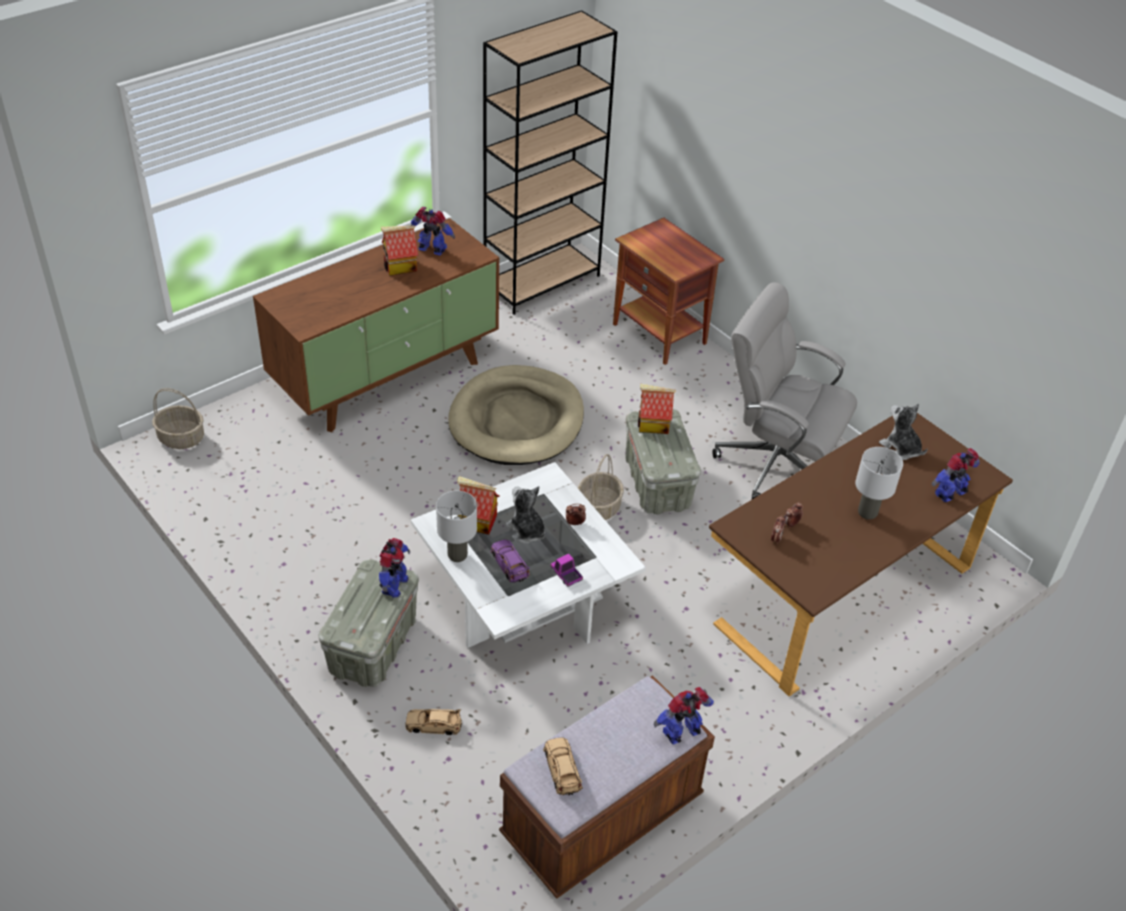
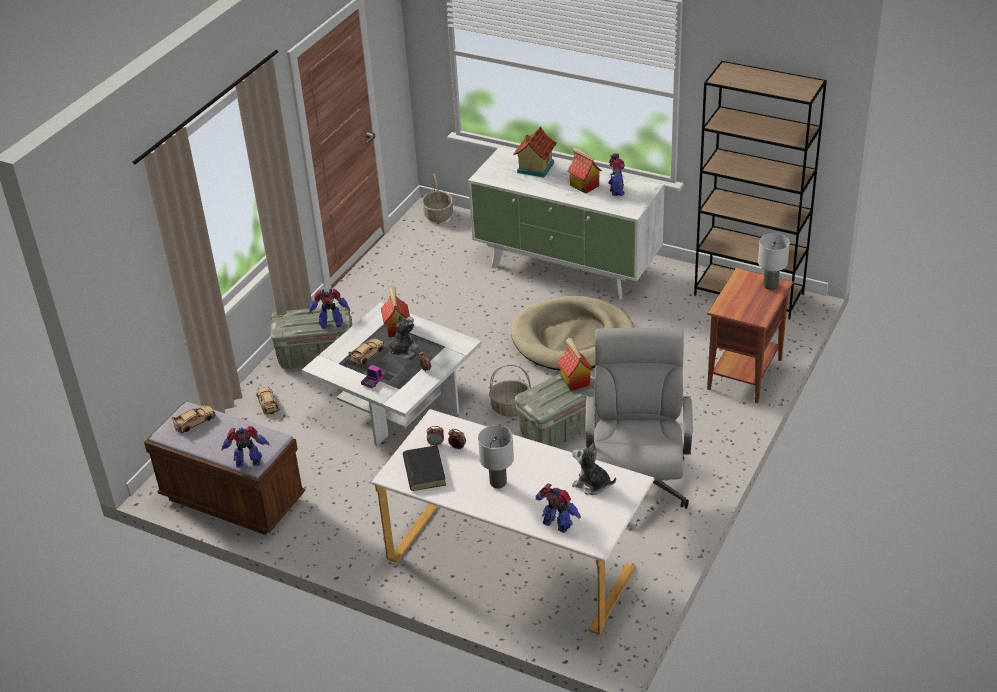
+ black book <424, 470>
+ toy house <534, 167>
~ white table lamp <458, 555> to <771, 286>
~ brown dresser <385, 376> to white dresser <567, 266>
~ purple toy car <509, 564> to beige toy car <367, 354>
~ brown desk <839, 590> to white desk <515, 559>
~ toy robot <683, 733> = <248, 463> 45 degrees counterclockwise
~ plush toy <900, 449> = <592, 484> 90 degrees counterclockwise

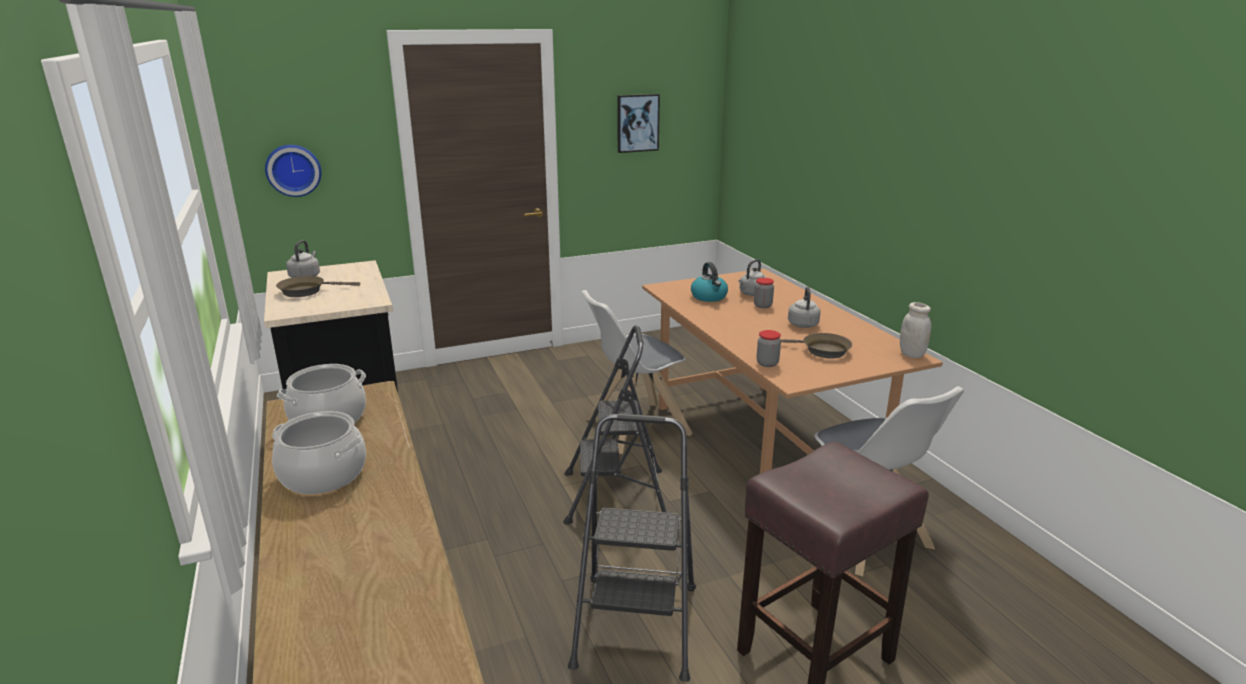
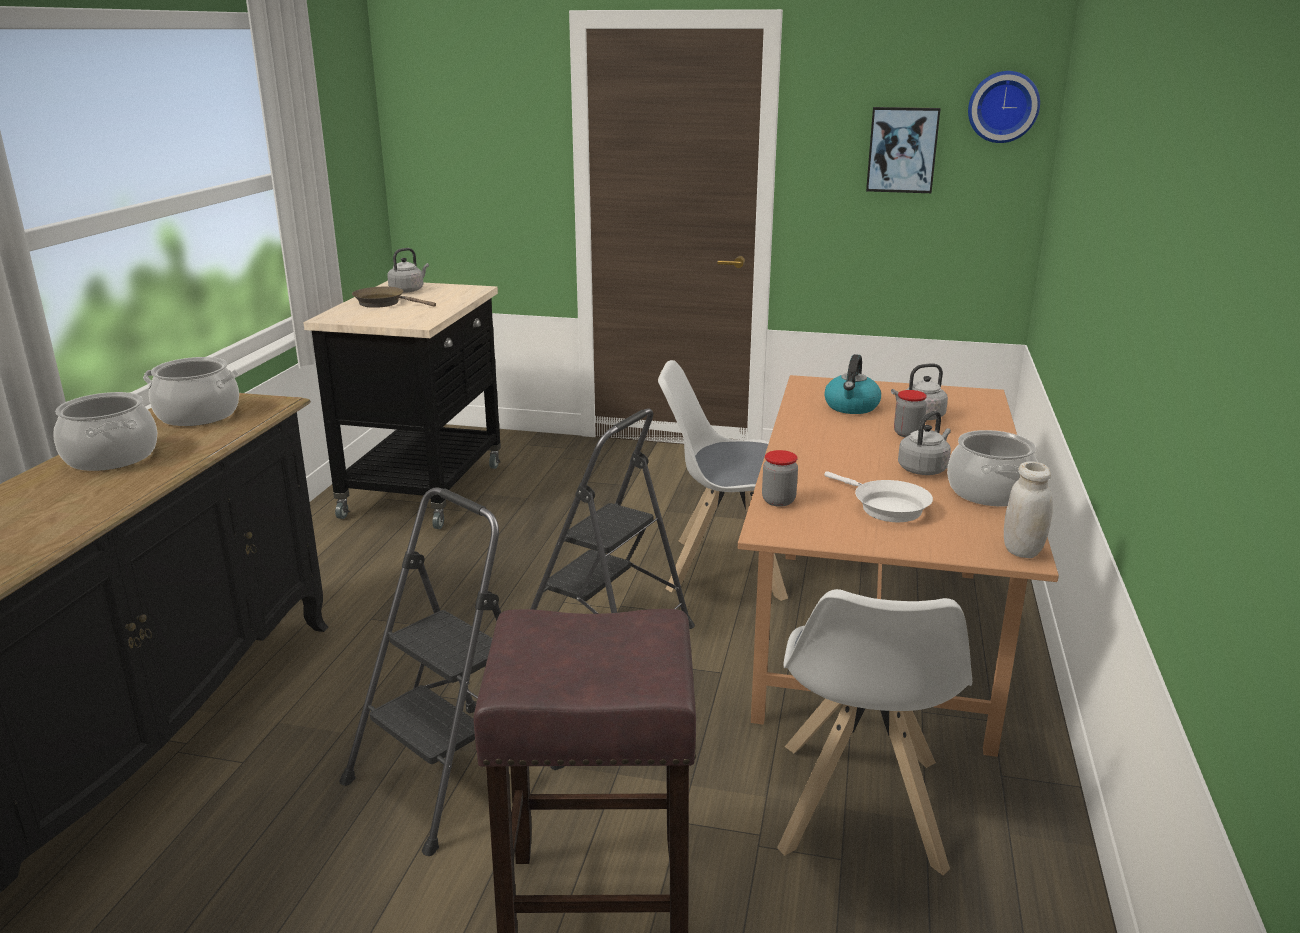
+ cooking pot <990, 492>
~ wall clock <293, 170> to <1003, 106>
~ brown frying pan <821, 350> to white frying pan <885, 507>

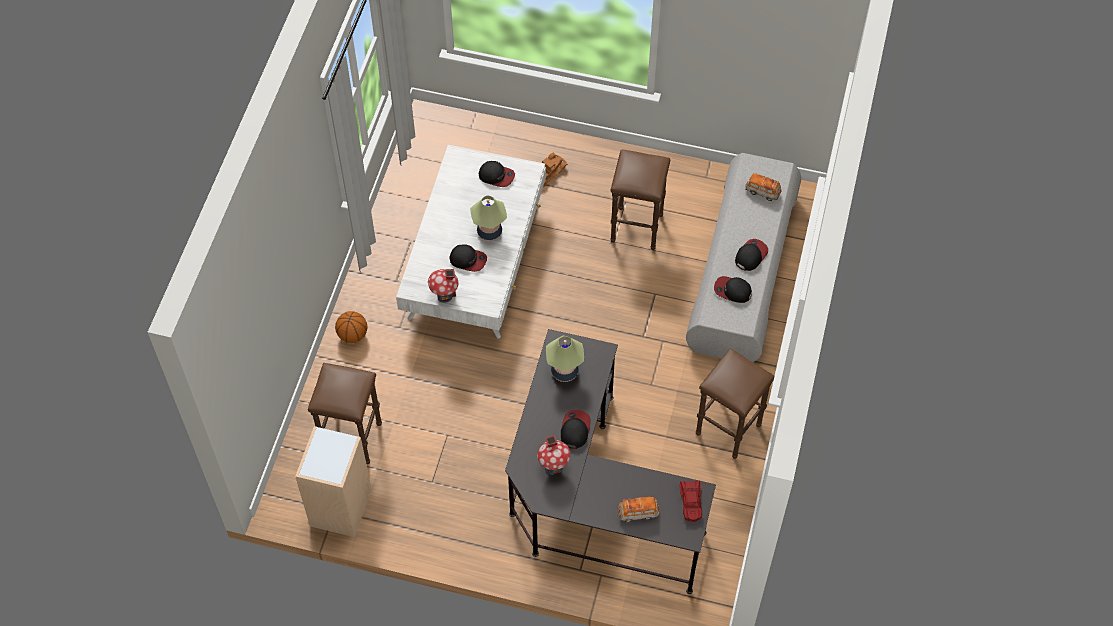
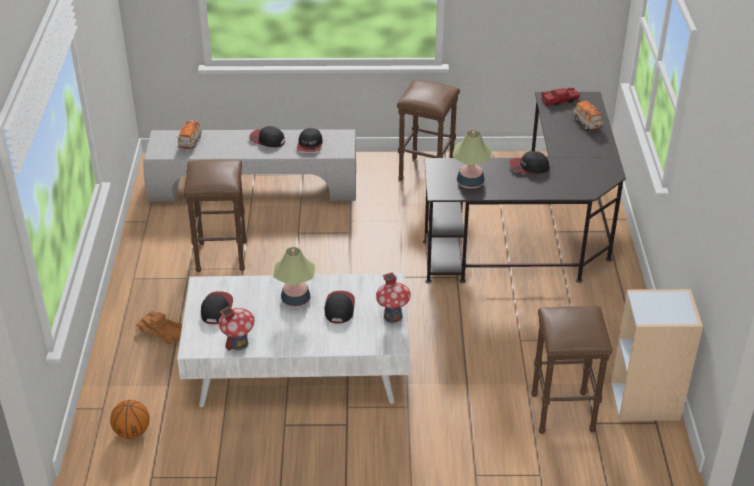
~ basketball <352, 335> to <132, 432>
~ toy house <553, 467> to <238, 343>

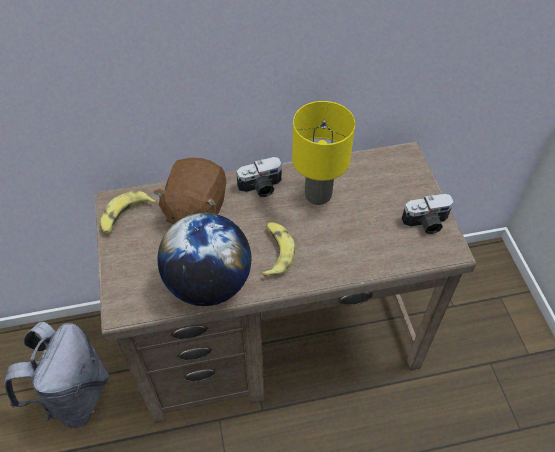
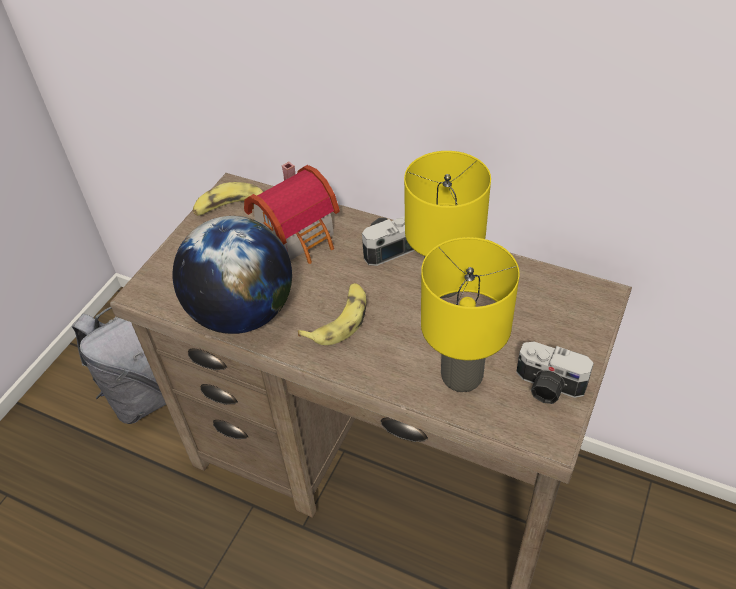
+ yellow table lamp <461, 375>
~ brown plush toy <195, 210> to toy house <300, 235>
~ photo camera <261, 188> = <388, 246> 135 degrees clockwise

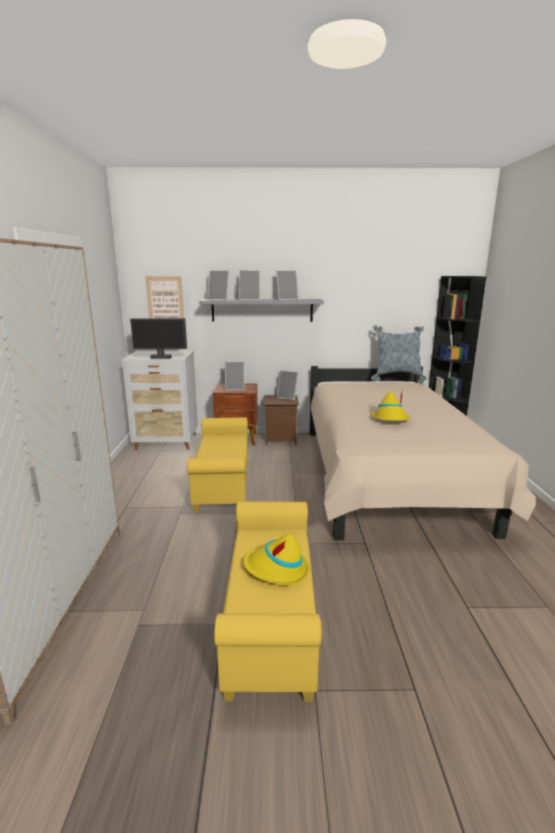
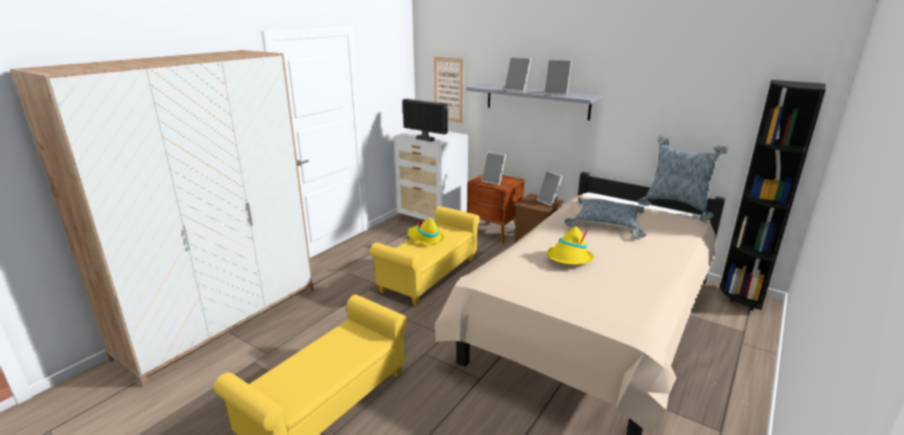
- picture frame <219, 300>
+ pillow <606, 221>
~ yellow hat <276, 569> to <425, 238>

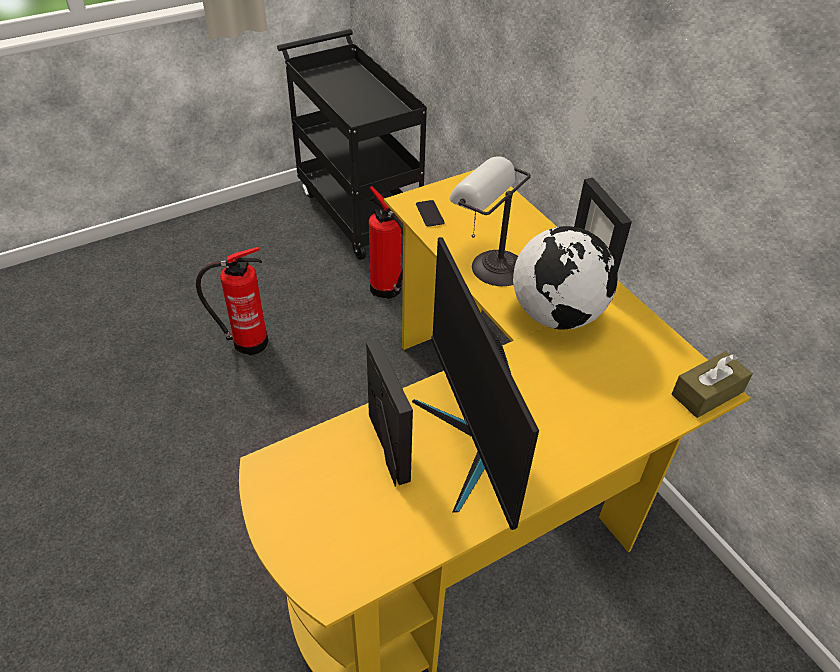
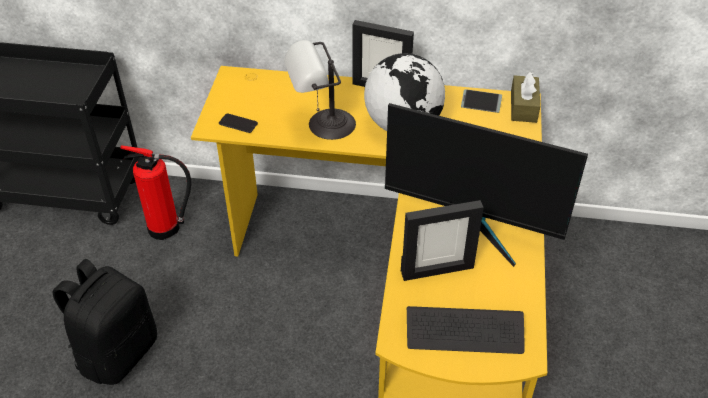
+ keyboard <464, 331>
+ phone <481, 104>
~ fire extinguisher <247, 342> to black backpack <117, 352>
~ picture frame <387, 448> = <437, 269> 150 degrees clockwise

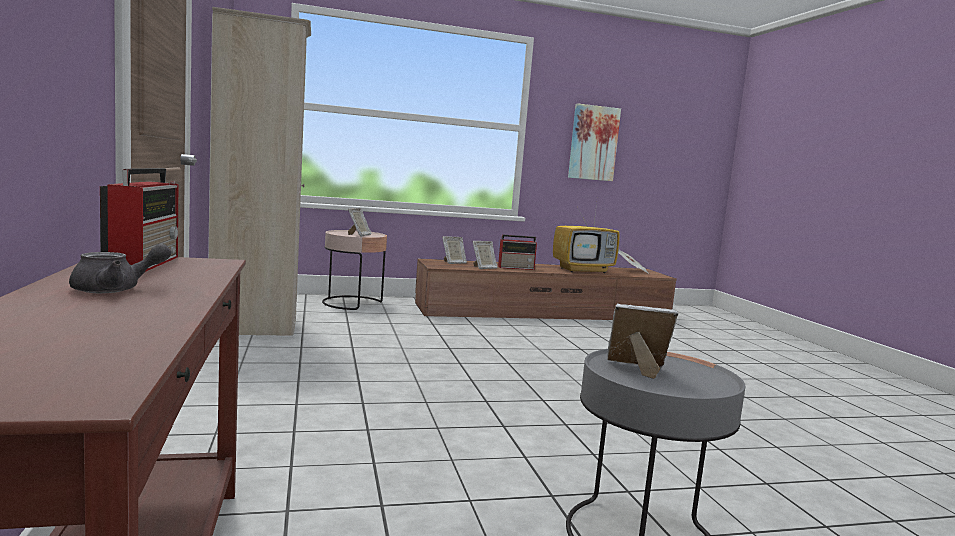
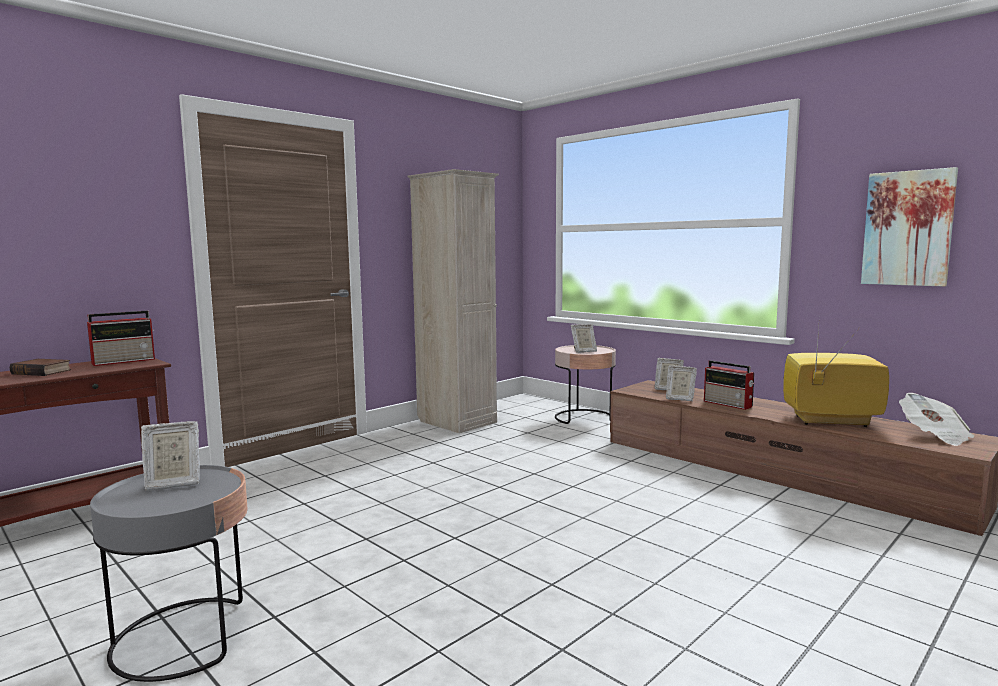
~ grey teapot <116, 289> to book <43, 372>
~ television <583, 270> = <829, 421> 150 degrees clockwise
~ picture frame <636, 370> = <172, 483> 90 degrees clockwise

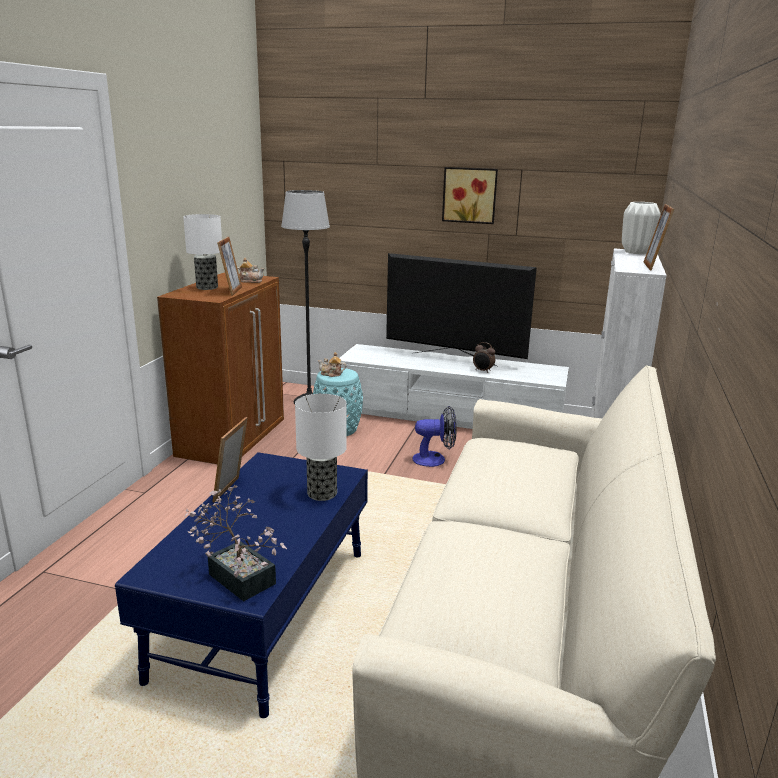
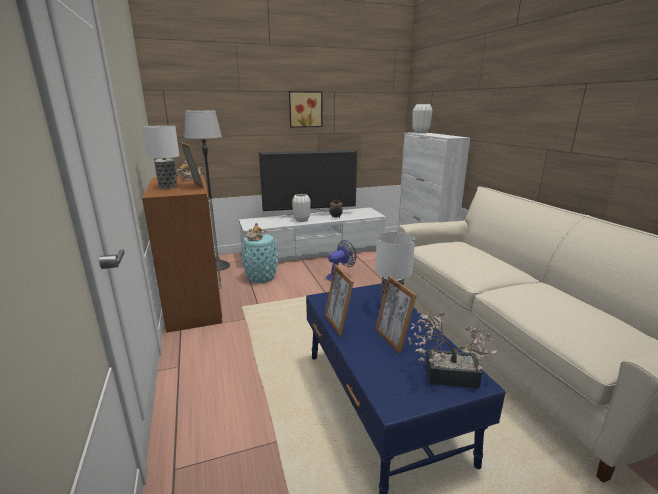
+ white vase <301, 220>
~ picture frame <653, 266> to <392, 339>

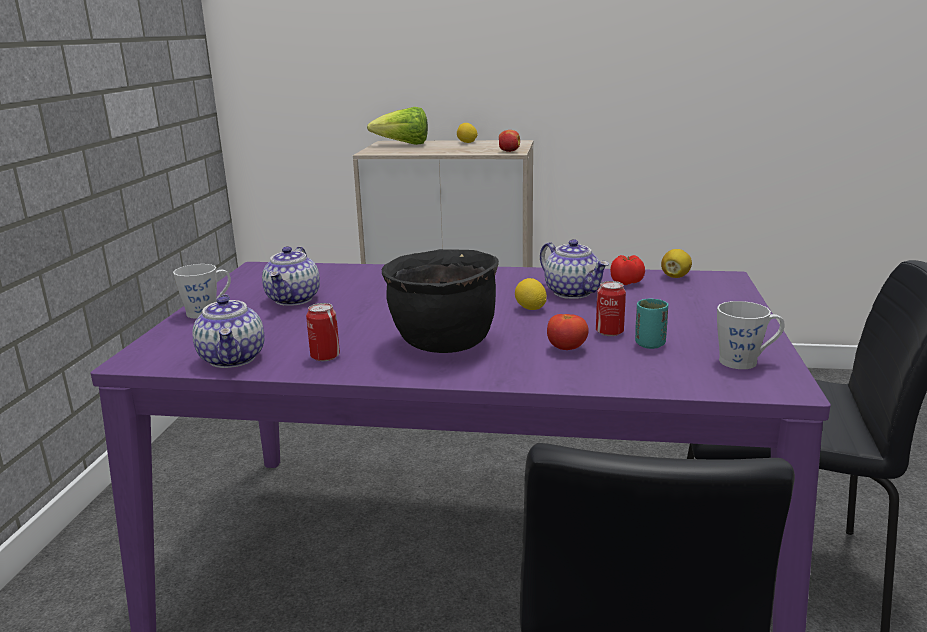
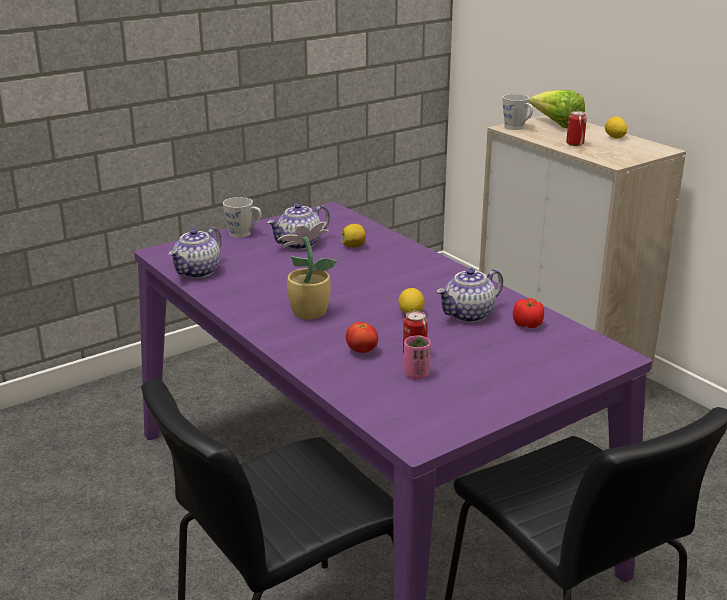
- apple <508, 151>
~ can <325, 357> to <575, 144>
~ lemon <675, 276> to <354, 246>
~ grey mug <745, 361> to <517, 128>
~ black cooking pot <443, 344> to potted plant <307, 313>
~ turquoise cup <649, 344> to pink cup <416, 374>
~ teapot <573, 292> = <469, 315> 45 degrees clockwise

